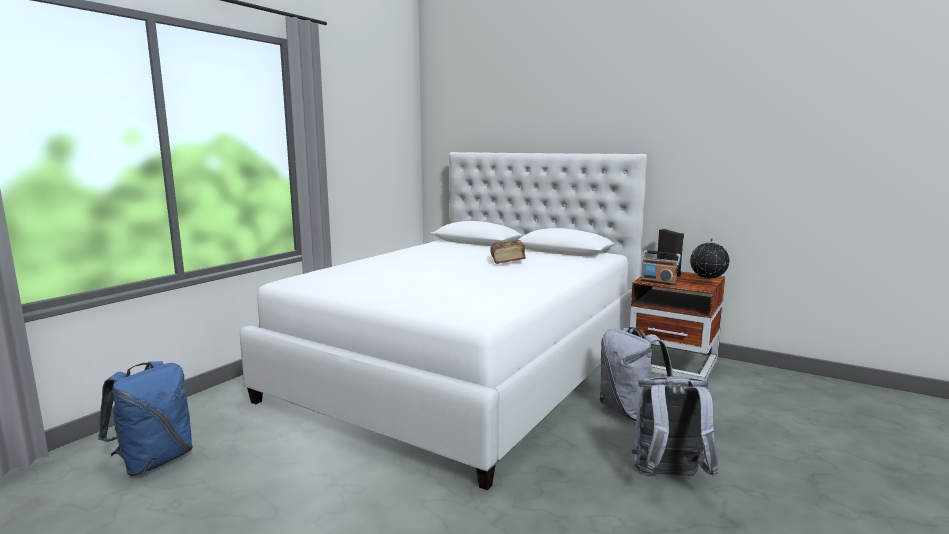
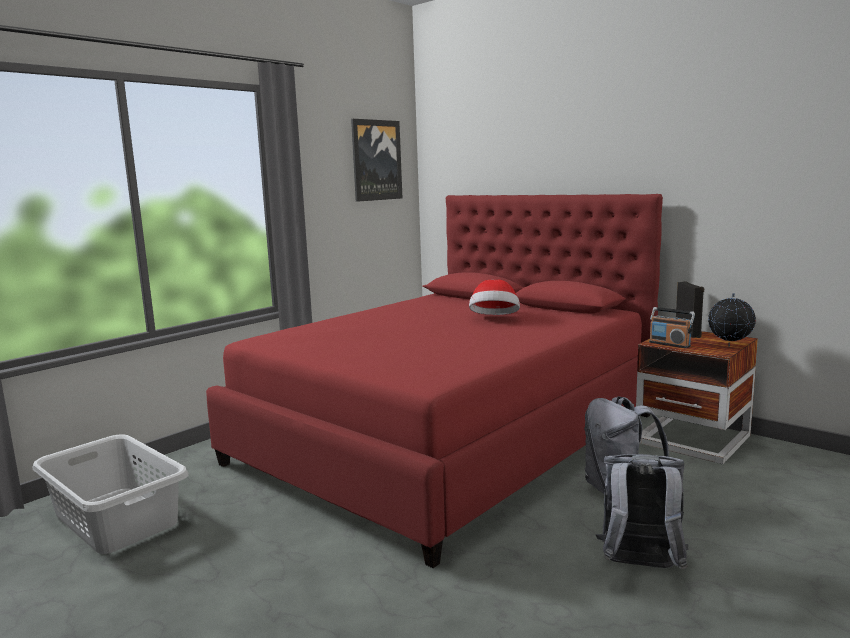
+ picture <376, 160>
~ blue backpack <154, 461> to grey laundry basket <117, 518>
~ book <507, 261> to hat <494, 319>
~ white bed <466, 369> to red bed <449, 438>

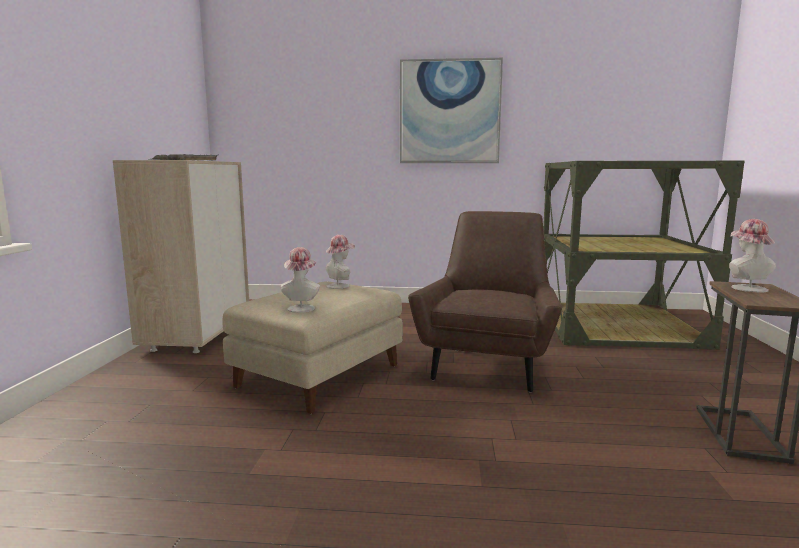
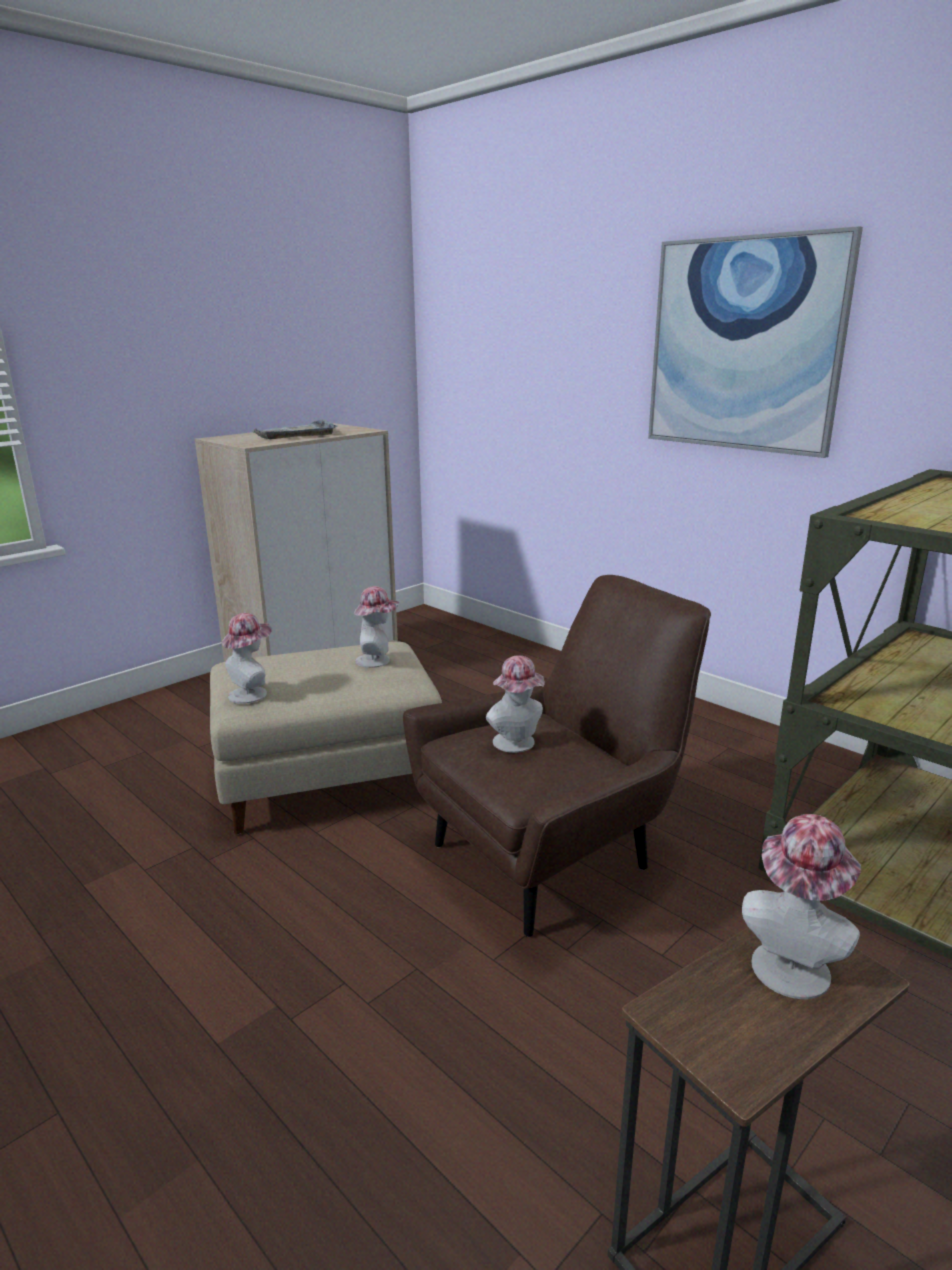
+ hat <517, 744>

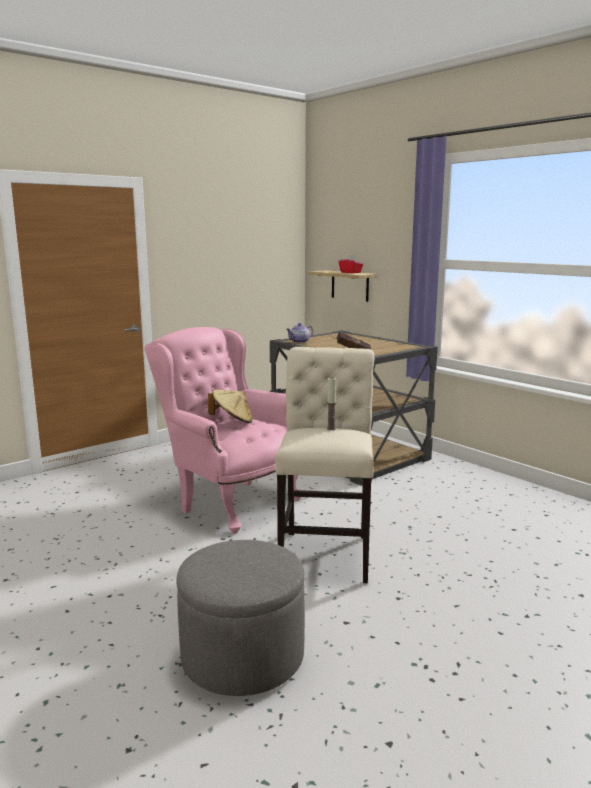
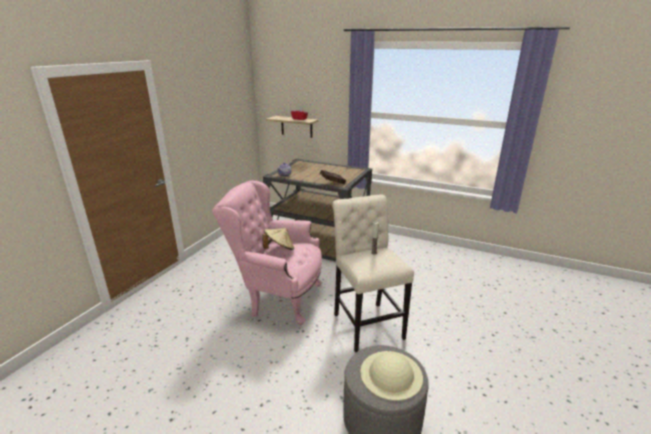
+ beige hat <391, 374>

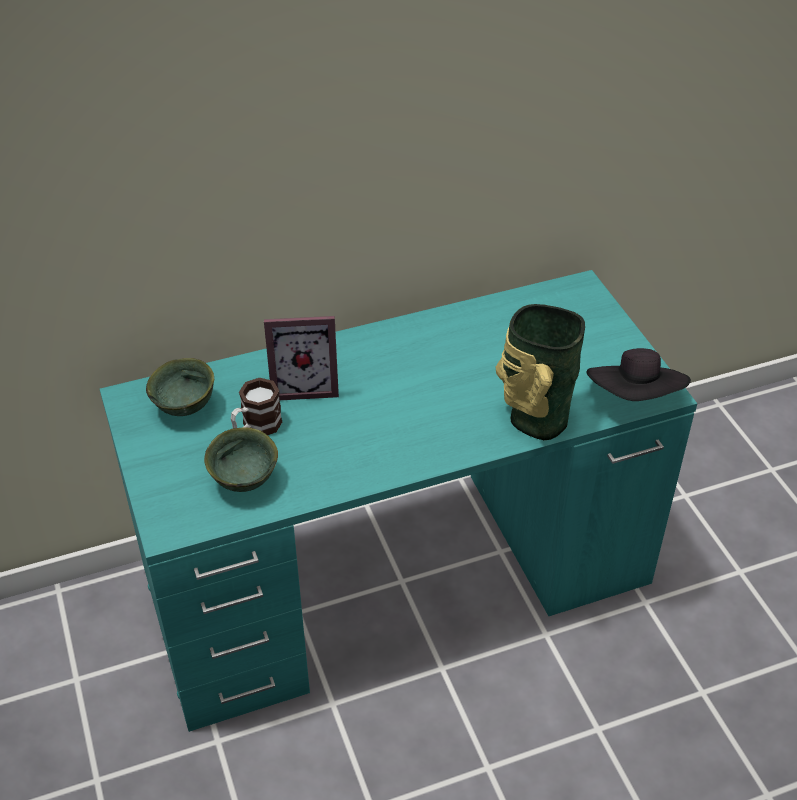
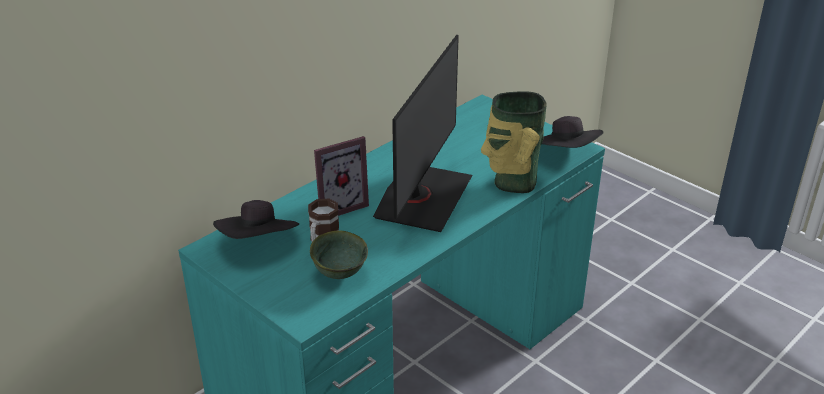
+ monitor <422, 198>
~ green bowl <186, 408> to black hat <259, 243>

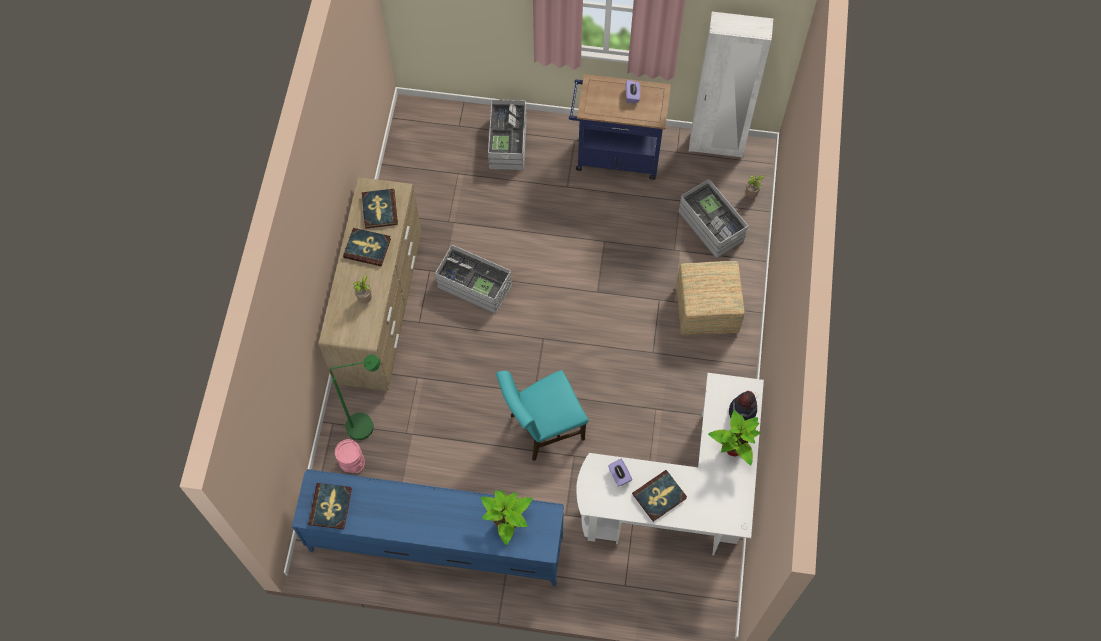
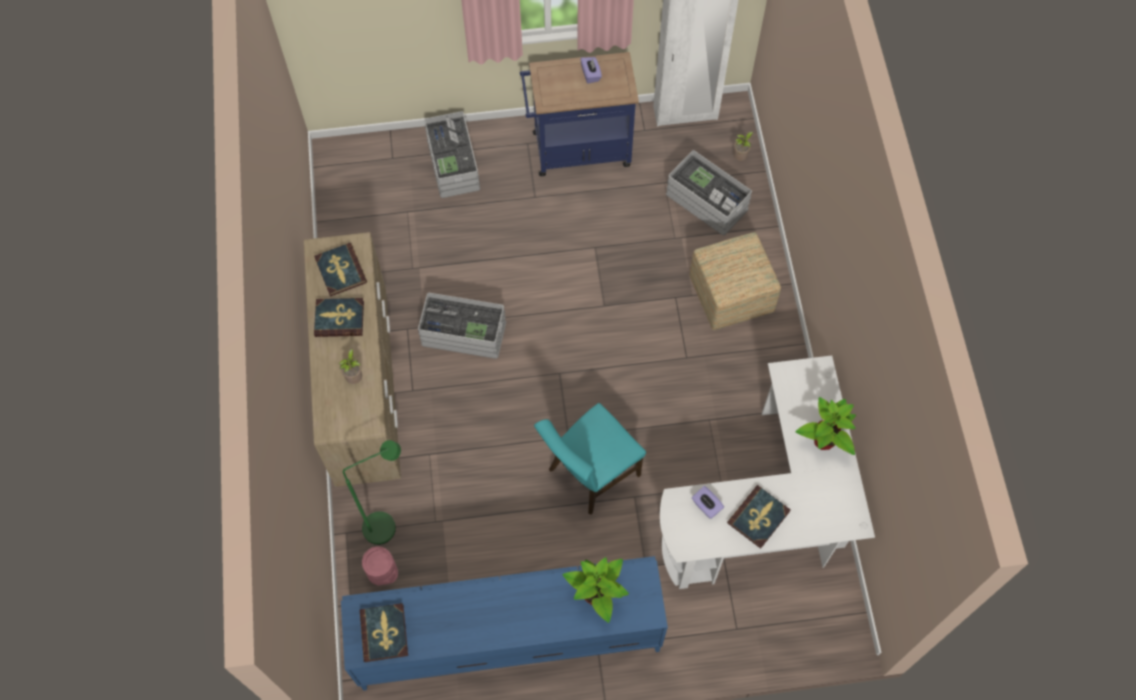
- hat <742, 410>

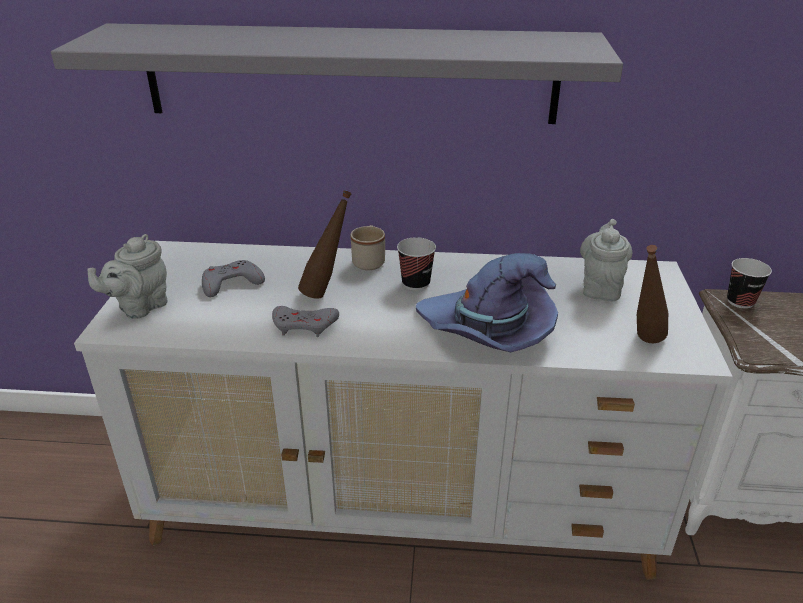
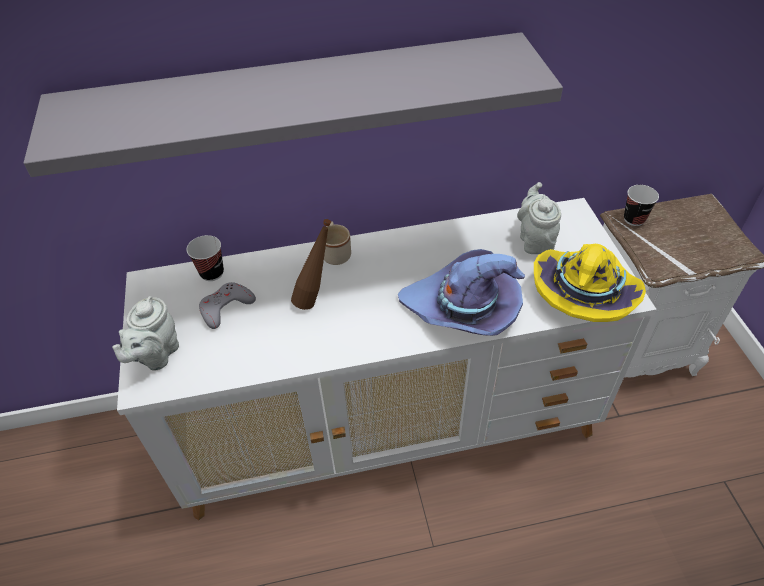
- grey game controller <304, 325>
~ cup <416, 283> to <212, 273>
~ brown bottle <642, 343> to yellow hat <584, 292>

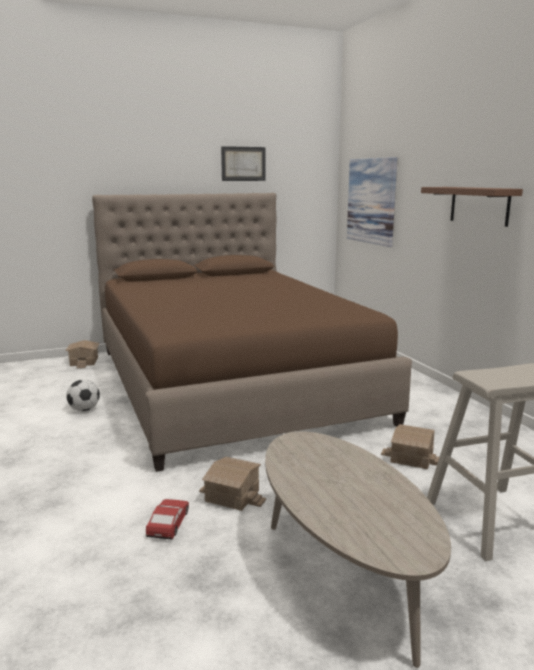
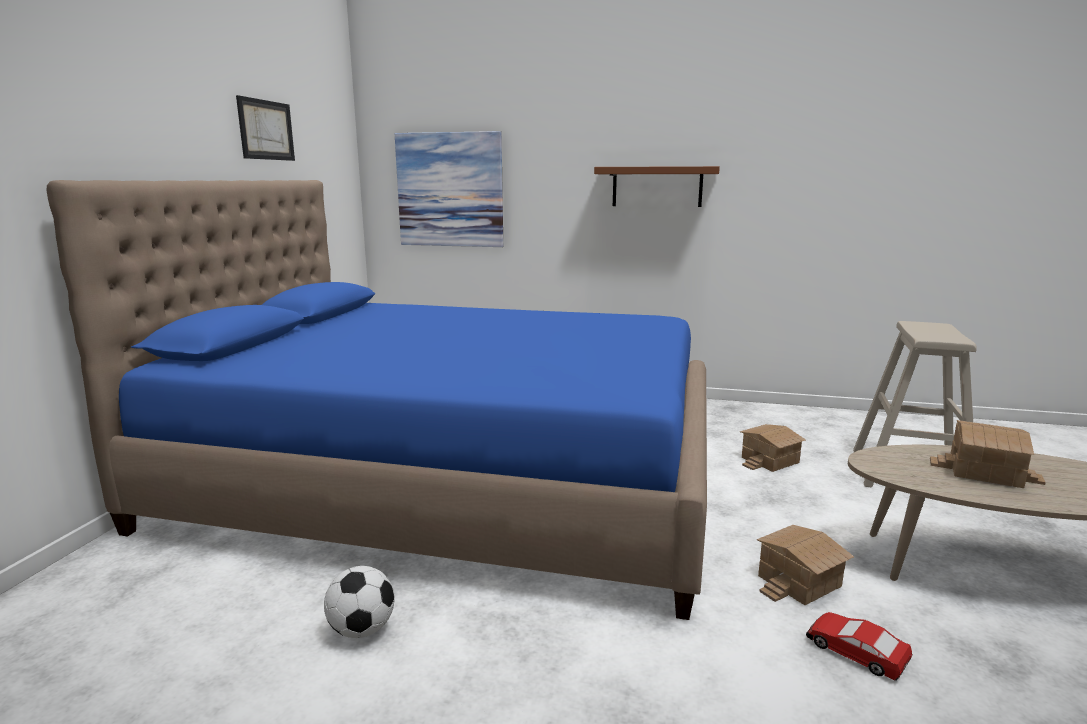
~ toy house <85, 362> to <984, 470>
~ brown bed <230, 383> to blue bed <451, 479>

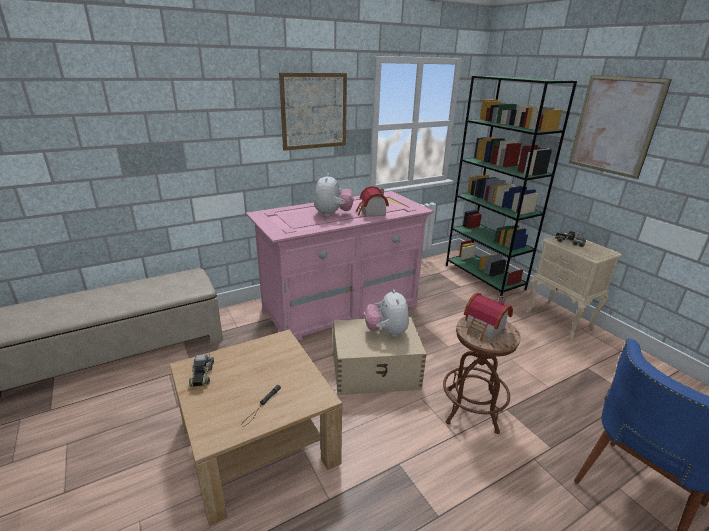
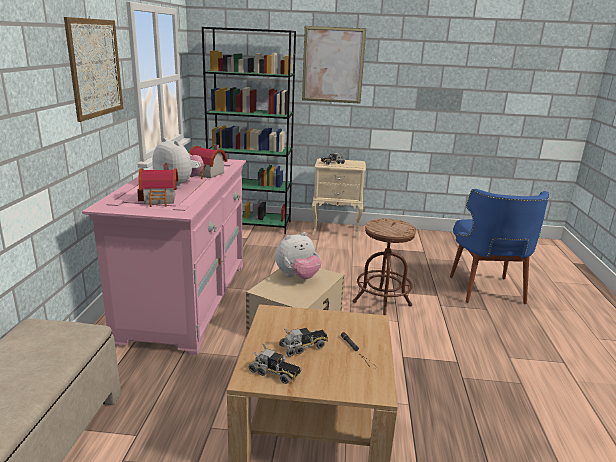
+ toy truck <303, 346>
~ toy house <485, 329> to <161, 200>
~ plush toy <386, 332> = <297, 277> 60 degrees counterclockwise

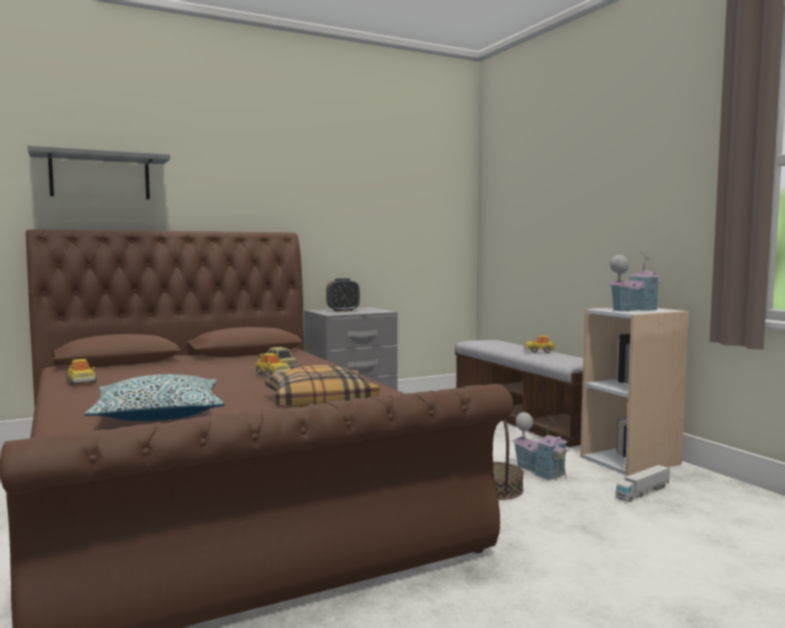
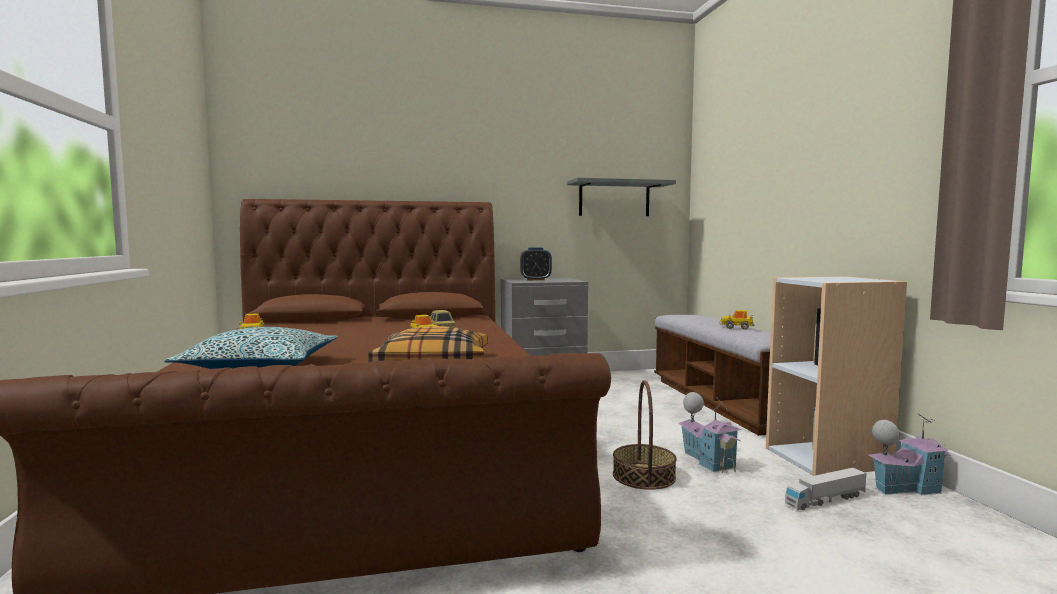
~ grey shelf <100, 176> to <614, 199>
~ toy house <633, 309> to <905, 488>

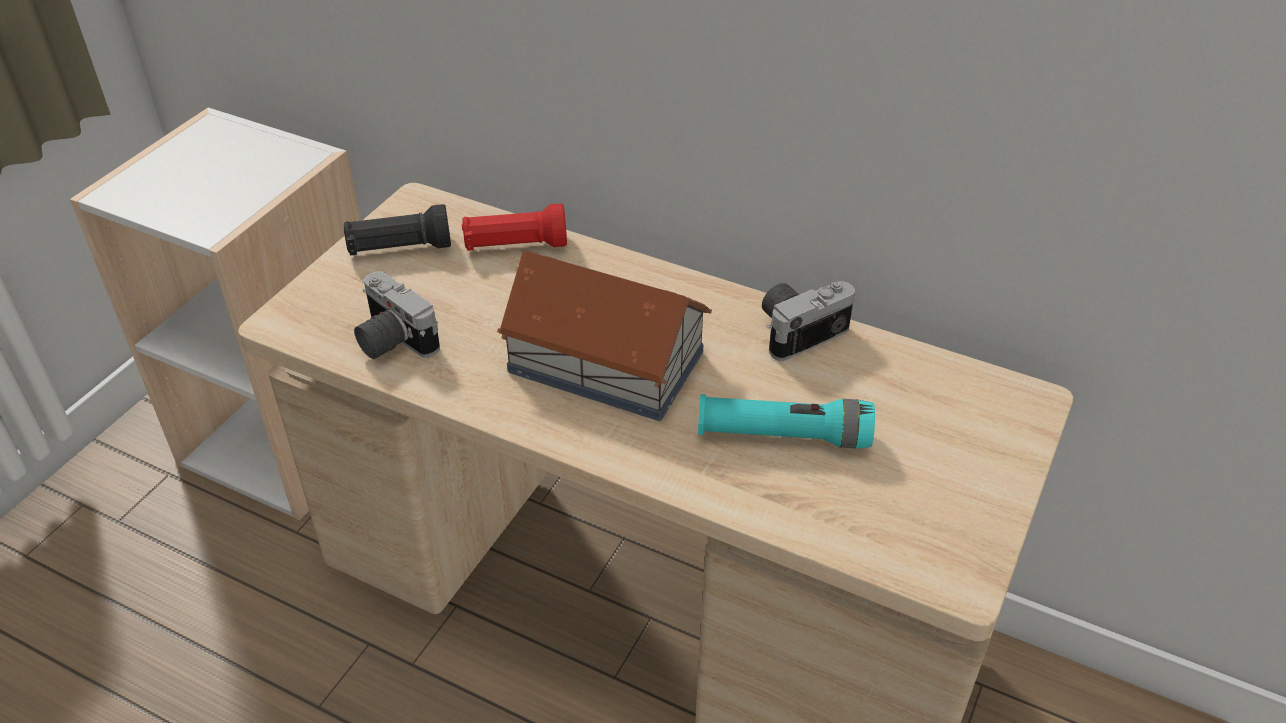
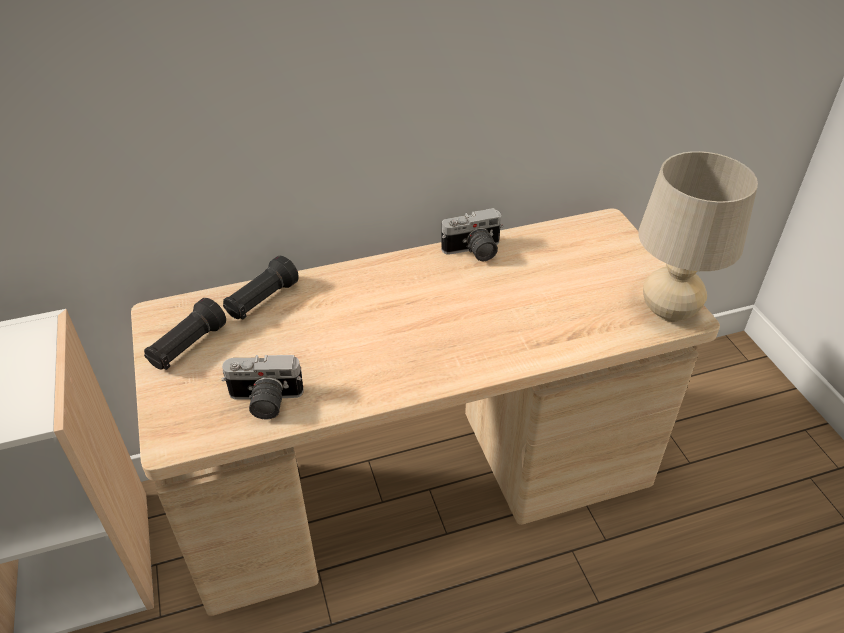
- toy house <604, 360>
- turquoise flashlight <783, 436>
+ beige table lamp <669, 310>
~ red flashlight <515, 246> to black flashlight <262, 301>
~ photo camera <799, 330> = <473, 252> 120 degrees counterclockwise

